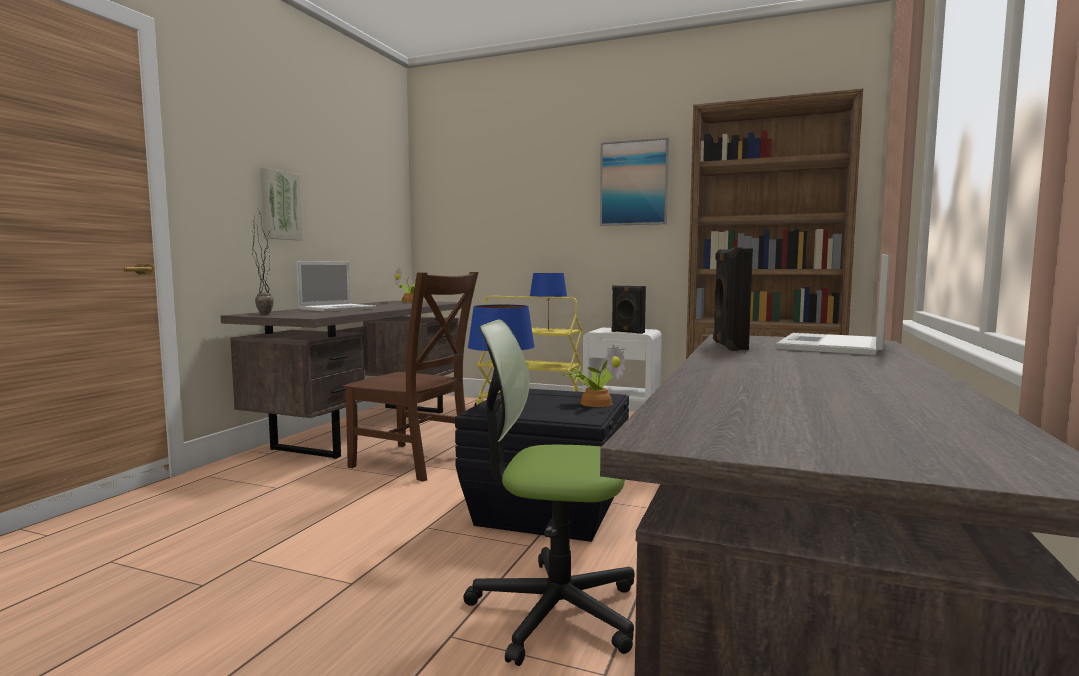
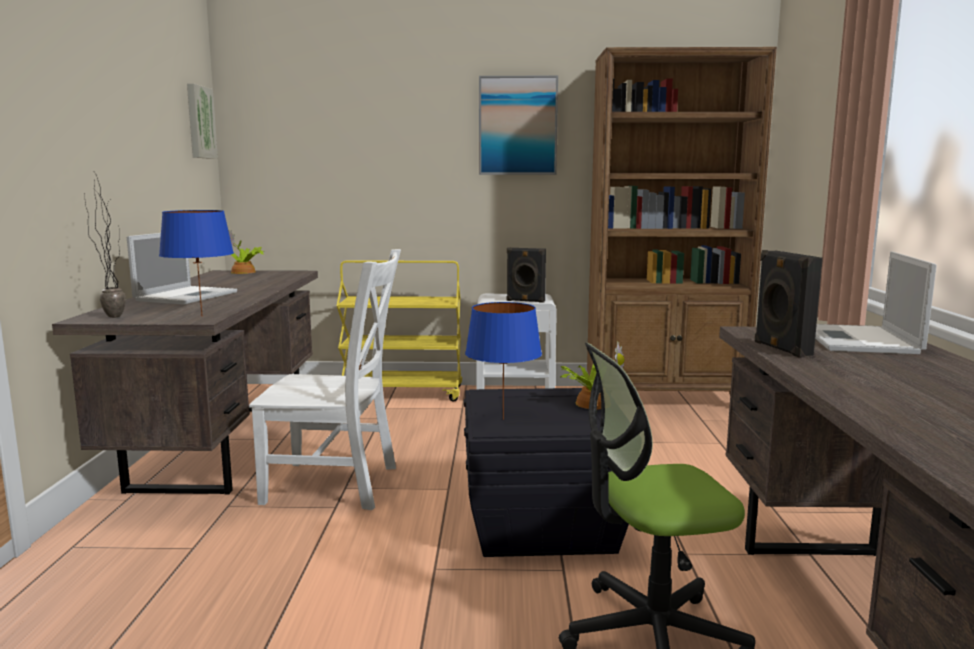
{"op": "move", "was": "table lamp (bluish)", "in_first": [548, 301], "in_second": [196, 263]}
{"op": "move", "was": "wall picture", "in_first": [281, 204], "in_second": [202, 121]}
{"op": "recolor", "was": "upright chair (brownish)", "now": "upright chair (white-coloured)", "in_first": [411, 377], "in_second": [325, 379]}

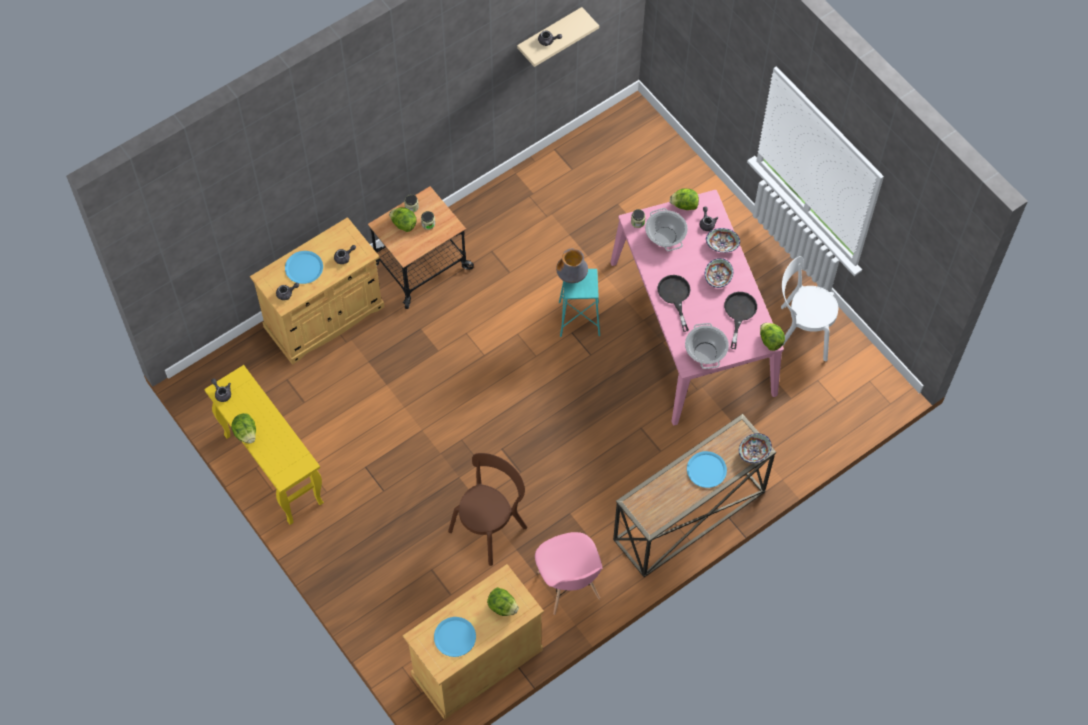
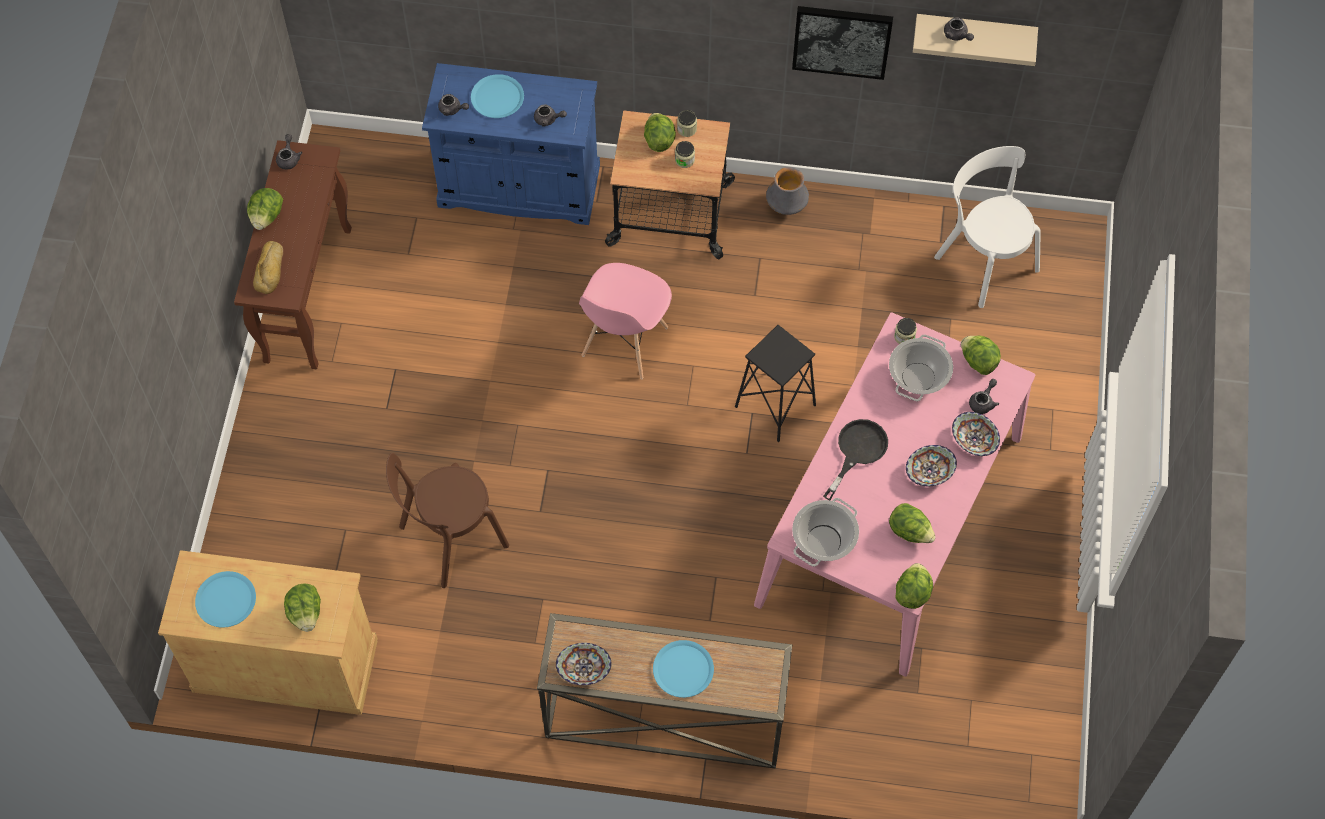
{"op": "recolor", "was": "console table (yellowish)", "now": "console table (brownish)", "in_first": [264, 445], "in_second": [293, 254]}
{"op": "insert", "now": "bread", "in_second": [268, 267]}
{"op": "rotate", "was": "upright chair (brownish)", "in_first": [488, 509], "in_second": [447, 520], "clockwise": 150}
{"op": "recolor", "was": "cabinet (sand-coloured)", "now": "cabinet (bluish)", "in_first": [317, 291], "in_second": [511, 144]}
{"op": "move", "was": "deep dish", "in_first": [755, 448], "in_second": [584, 664]}
{"op": "move", "was": "upright chair (pink-coloured)", "in_first": [568, 573], "in_second": [625, 321]}
{"op": "recolor", "was": "stool seat (turquoise-coloured)", "now": "stool seat (black)", "in_first": [579, 303], "in_second": [775, 383]}
{"op": "move", "was": "decorative vase", "in_first": [572, 265], "in_second": [787, 191]}
{"op": "insert", "now": "wall picture", "in_second": [842, 43]}
{"op": "replace", "was": "pan (black)", "now": "lettuce head", "in_first": [740, 320], "in_second": [912, 523]}
{"op": "move", "was": "upright chair (white-coloured)", "in_first": [809, 308], "in_second": [987, 227]}

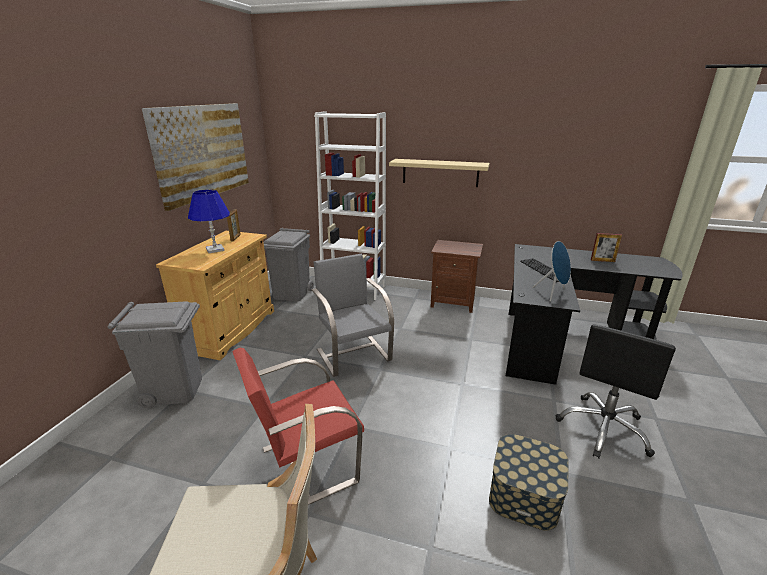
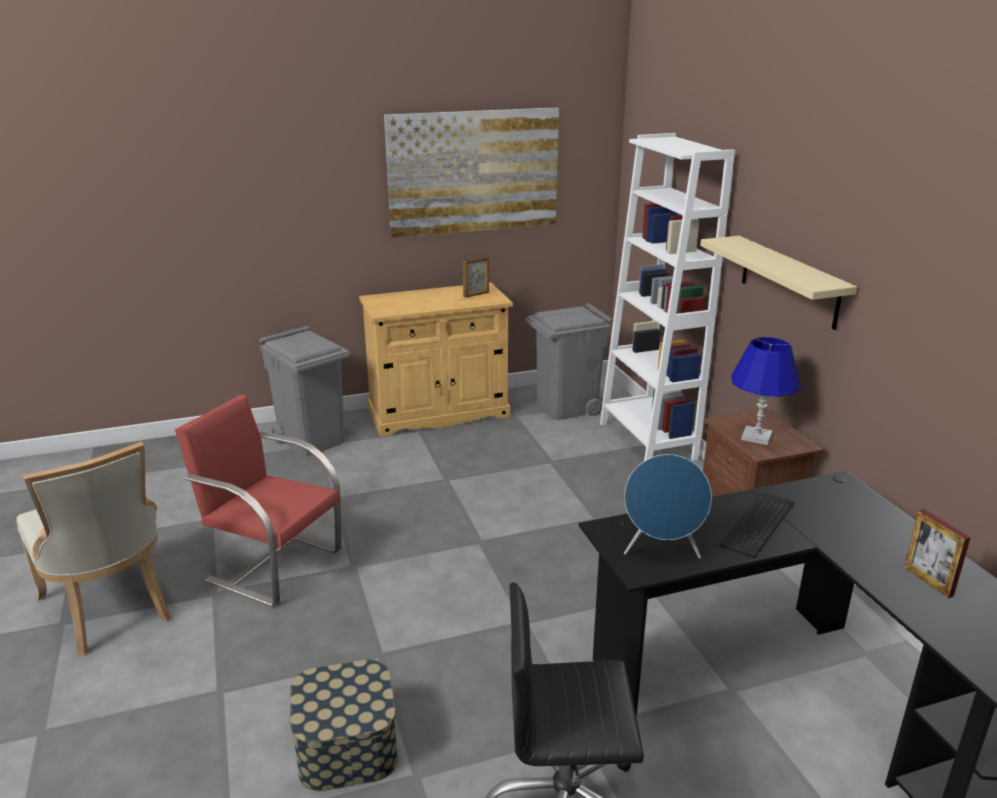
{"op": "move", "was": "table lamp (bluish)", "in_first": [209, 221], "in_second": [766, 391]}
{"op": "delete", "was": "upright chair (gray)", "in_first": [353, 315]}

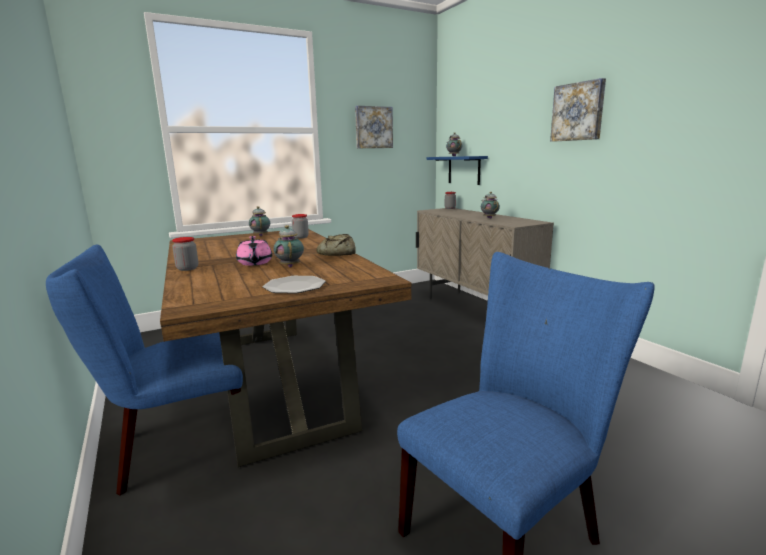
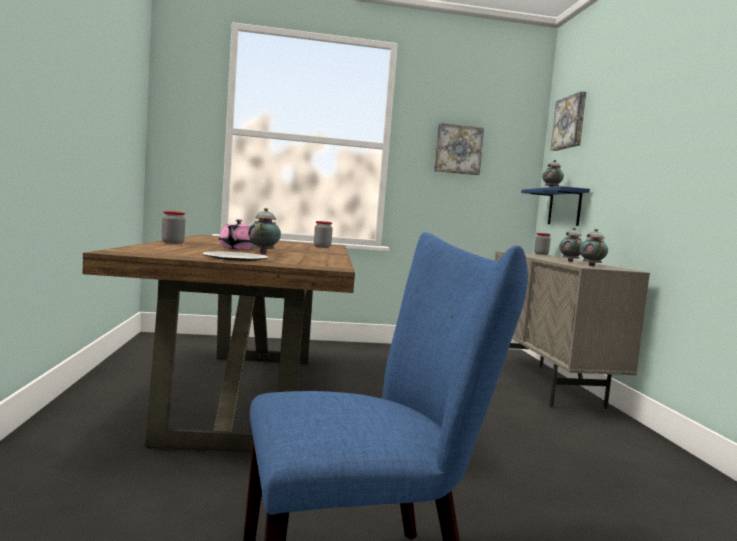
{"op": "move", "was": "wall picture", "in_first": [578, 110], "in_second": [568, 121]}
{"op": "move", "was": "pot for tea", "in_first": [259, 221], "in_second": [593, 247]}
{"op": "delete", "was": "upright chair (bluish)", "in_first": [144, 370]}
{"op": "delete", "was": "bread", "in_first": [336, 245]}

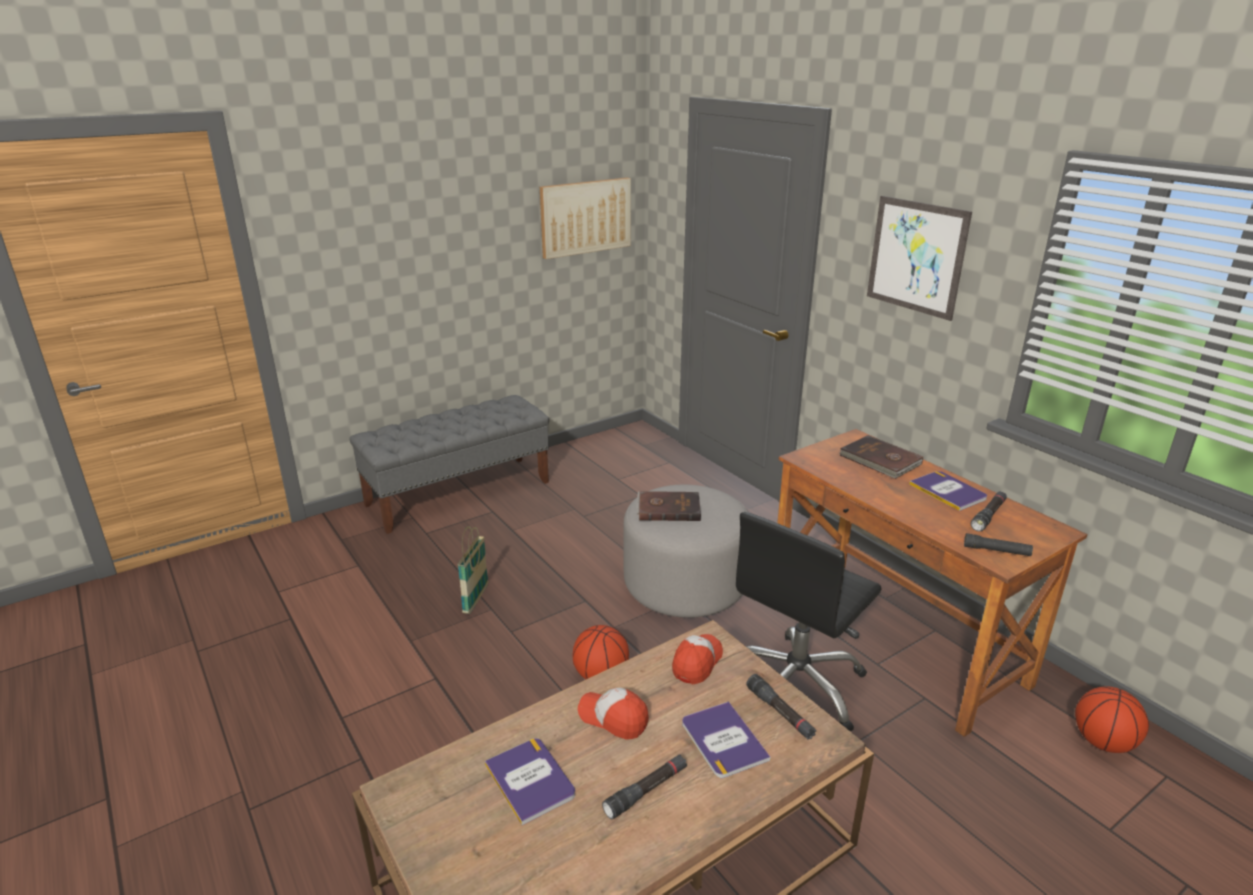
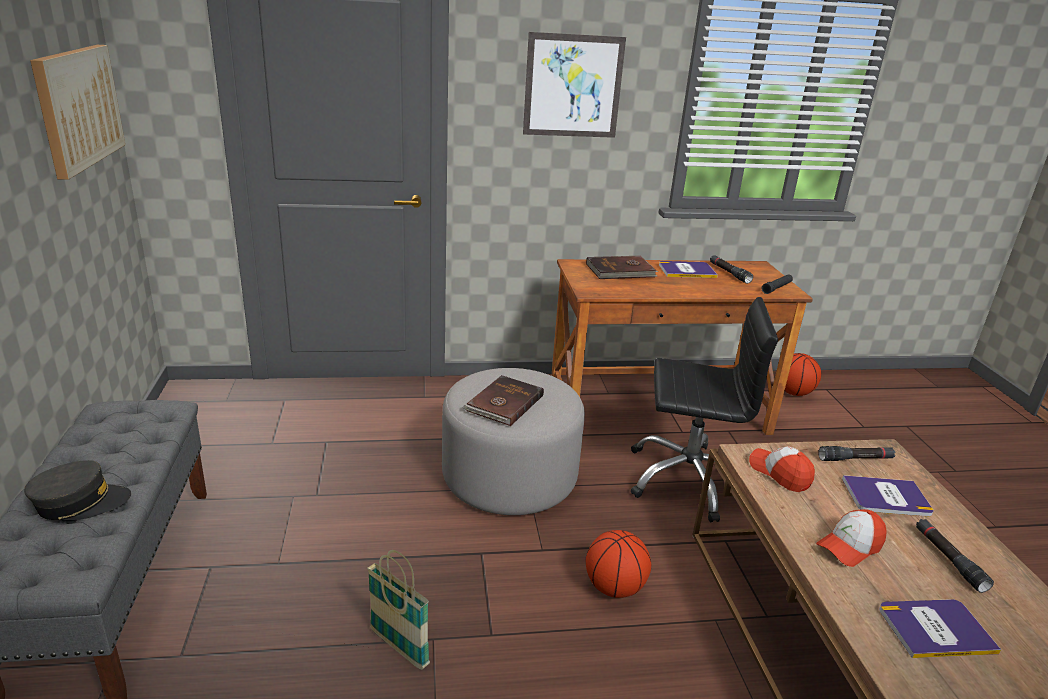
{"op": "insert", "now": "baseball cap (gray)", "in_second": [77, 490]}
{"op": "rotate", "was": "computer chair (black)", "in_first": [809, 621], "in_second": [704, 409], "clockwise": -60}

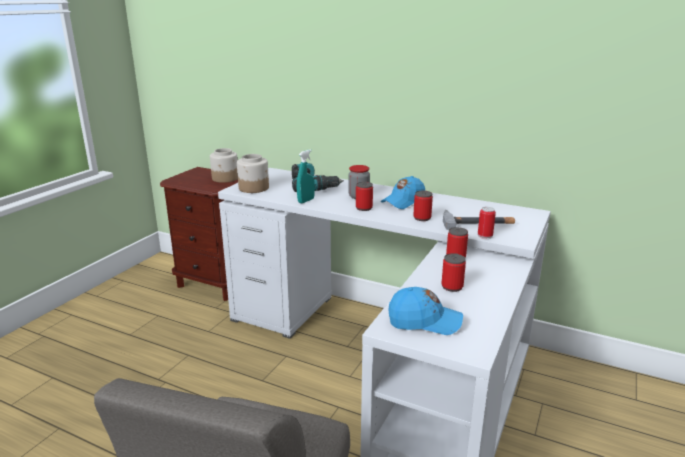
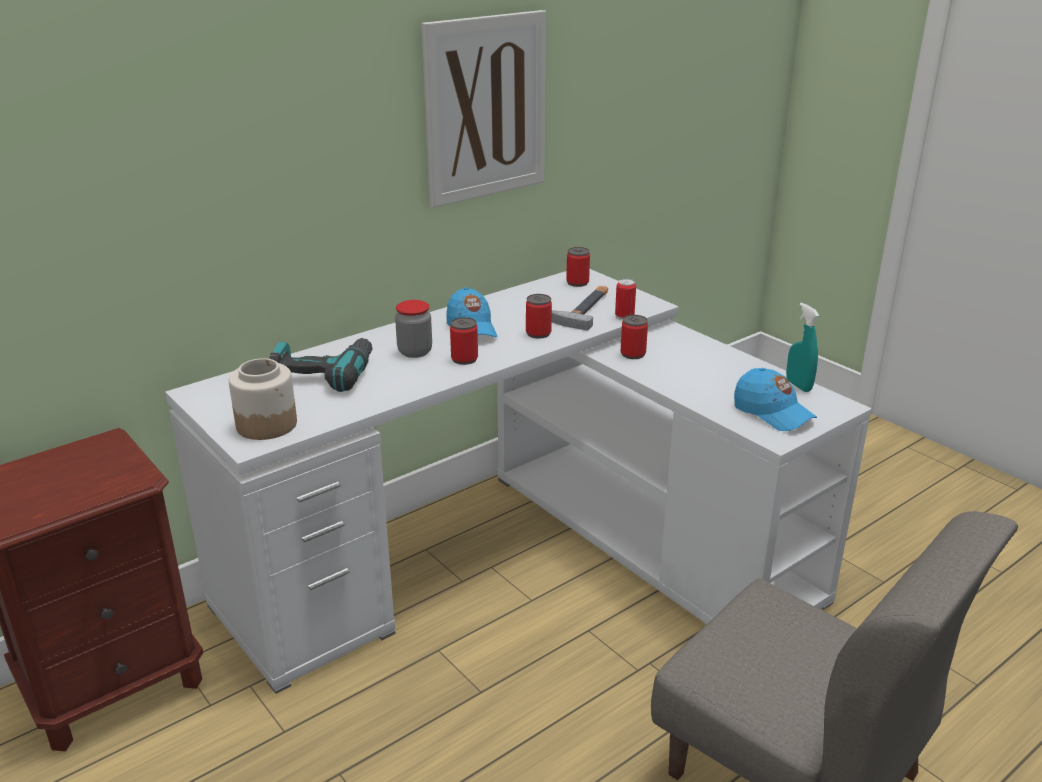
{"op": "insert", "now": "wall picture", "in_second": [484, 109]}
{"op": "move", "was": "sealed can", "in_first": [453, 272], "in_second": [578, 267]}
{"op": "rotate", "was": "baseball cap (bluish)", "in_first": [425, 311], "in_second": [775, 399], "clockwise": 105}
{"op": "move", "was": "spray bottle (turquoise-coloured)", "in_first": [306, 176], "in_second": [803, 347]}
{"op": "delete", "was": "preserve jar", "in_first": [224, 165]}

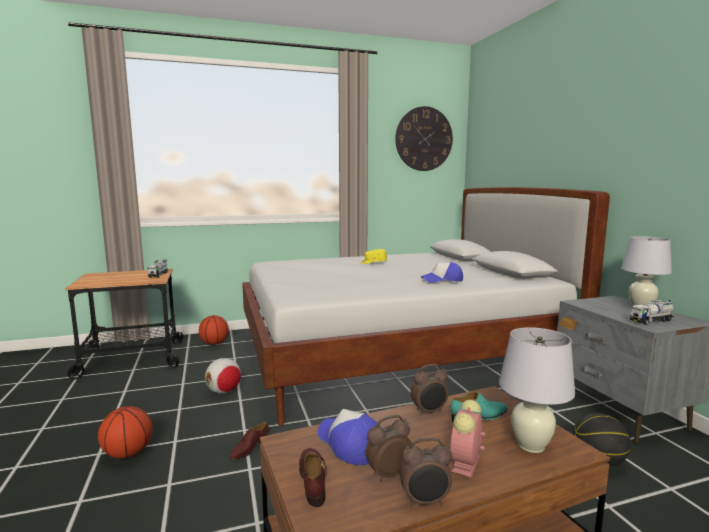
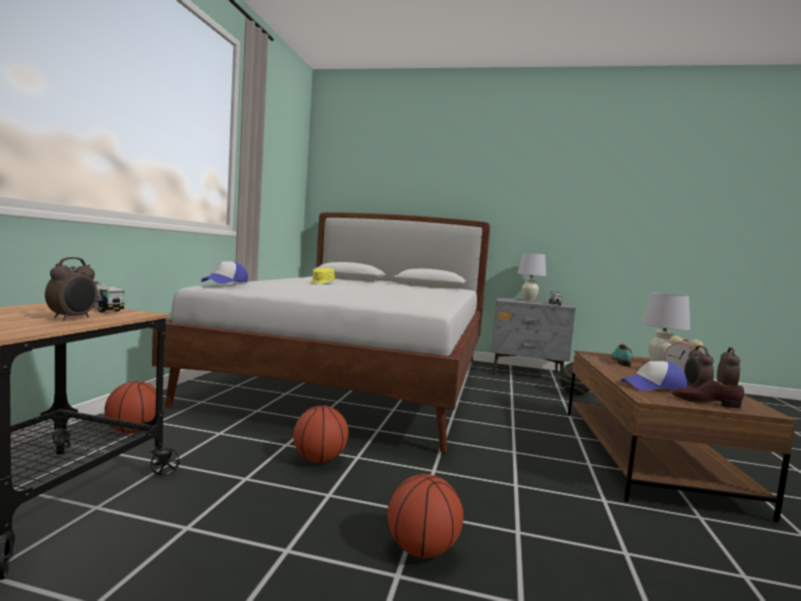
{"op": "move", "was": "bedside clock", "in_first": [429, 390], "in_second": [71, 288]}
{"op": "move", "was": "baseball cap", "in_first": [442, 272], "in_second": [224, 272]}
{"op": "replace", "was": "football", "now": "basketball ball", "in_first": [223, 376], "in_second": [320, 434]}
{"op": "delete", "was": "item of footwear (brownish)", "in_first": [249, 440]}
{"op": "delete", "was": "clock on the wall", "in_first": [424, 138]}

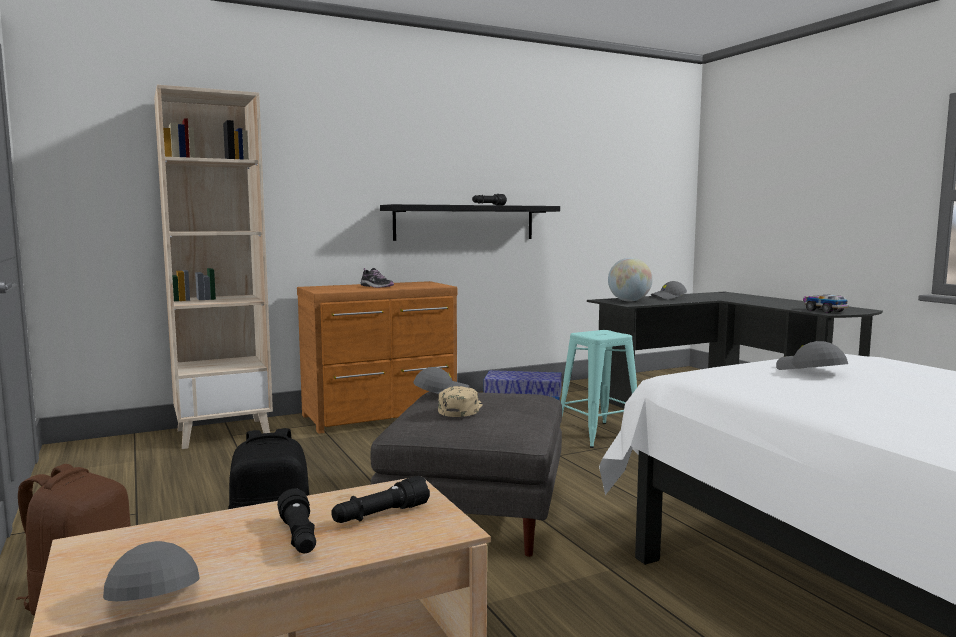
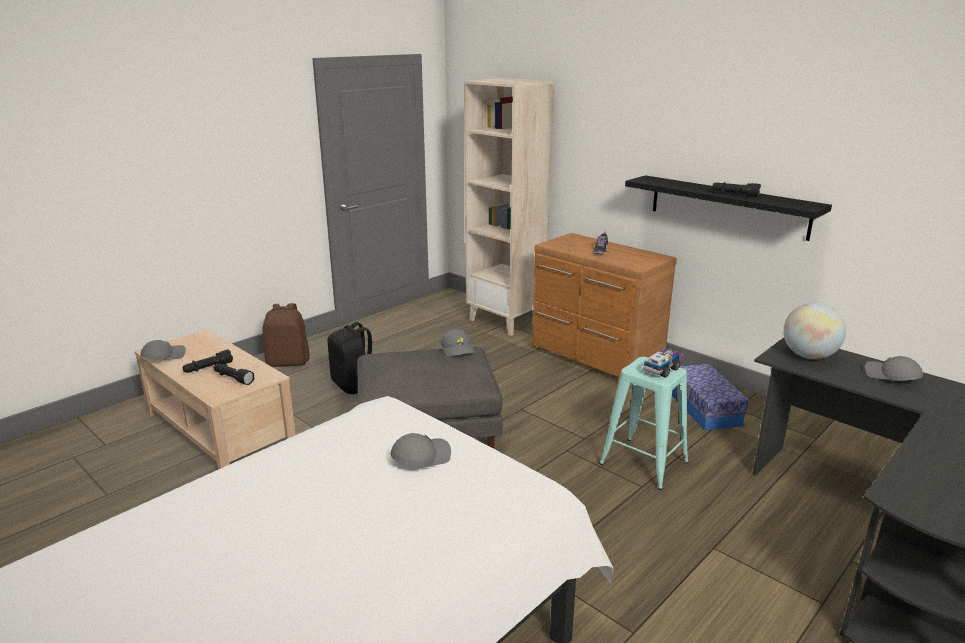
{"op": "move", "was": "toy truck", "in_first": [825, 304], "in_second": [663, 363]}
{"op": "delete", "was": "baseball cap (sand-coloured)", "in_first": [460, 401]}

